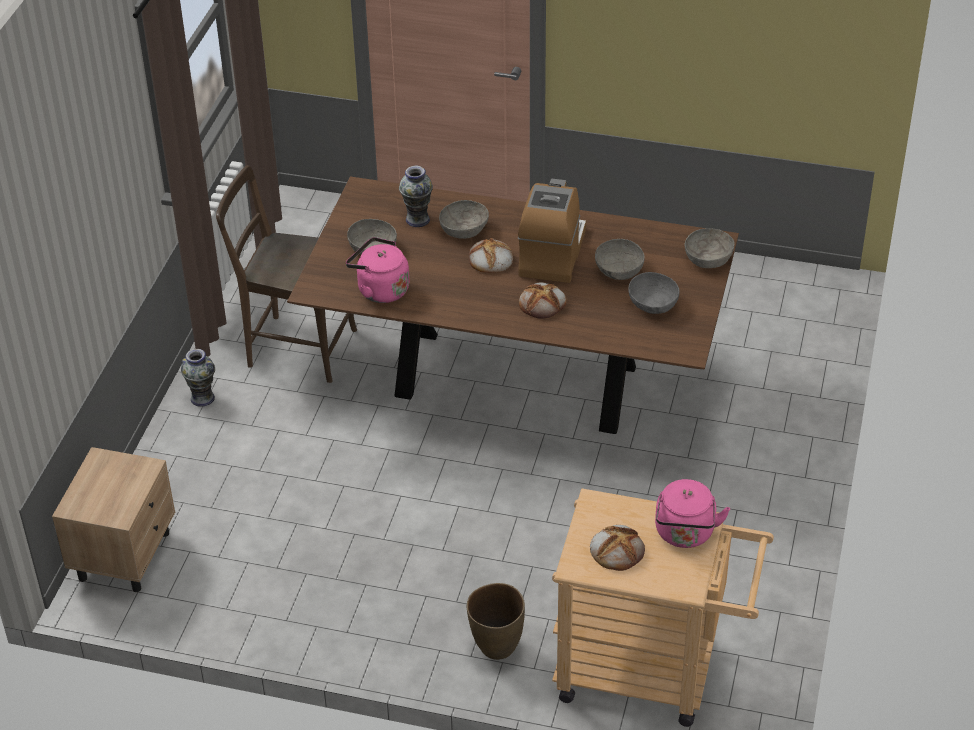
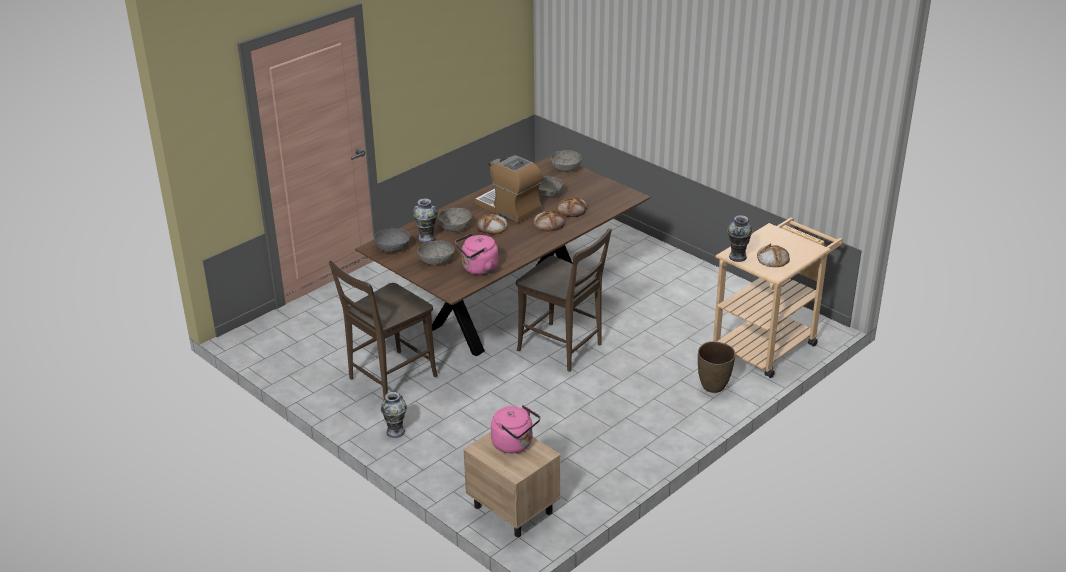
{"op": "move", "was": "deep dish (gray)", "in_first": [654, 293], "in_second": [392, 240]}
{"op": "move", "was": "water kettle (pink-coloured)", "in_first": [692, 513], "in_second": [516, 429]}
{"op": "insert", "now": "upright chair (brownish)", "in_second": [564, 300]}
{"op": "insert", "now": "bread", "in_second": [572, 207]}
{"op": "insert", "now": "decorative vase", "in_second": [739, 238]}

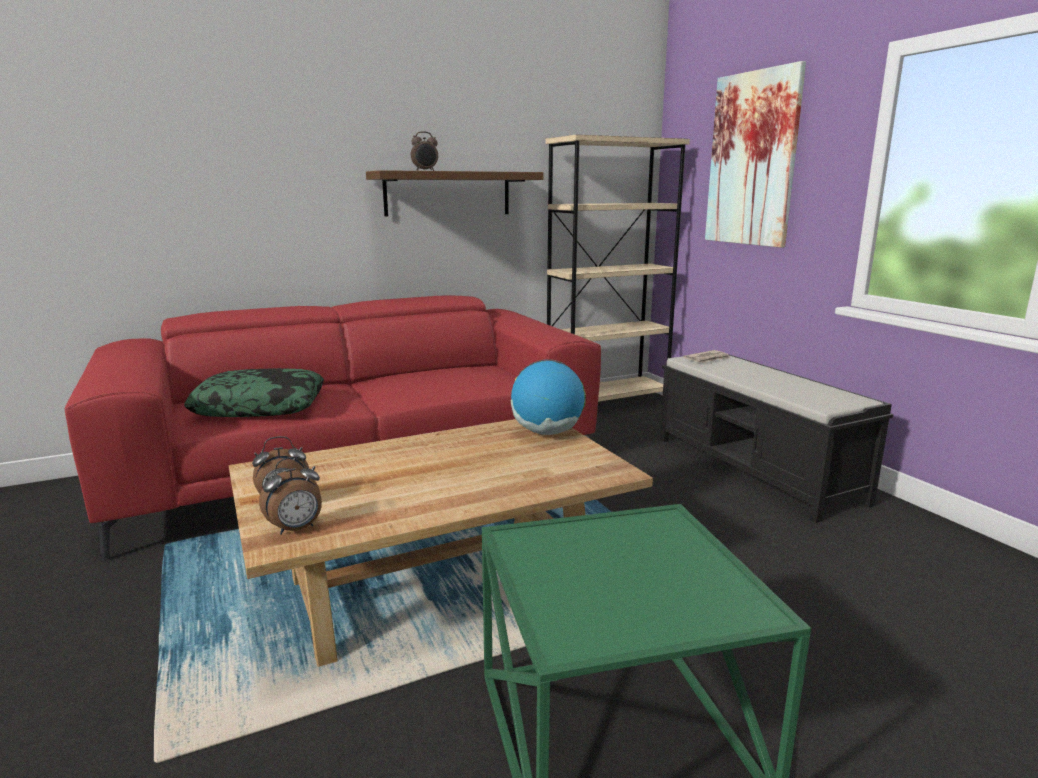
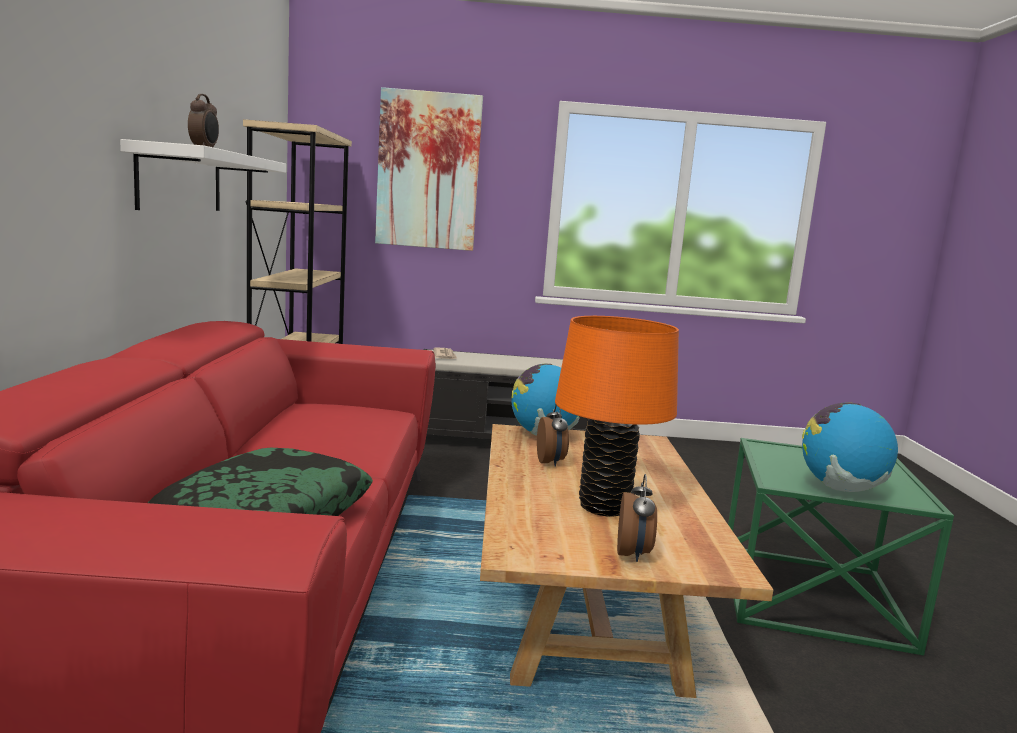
{"op": "recolor", "was": "shelf (brownish)", "now": "shelf (white-coloured)", "in_first": [454, 193], "in_second": [203, 175]}
{"op": "move", "was": "bedside clock", "in_first": [290, 495], "in_second": [553, 436]}
{"op": "insert", "now": "table lamp (orange)", "in_second": [617, 416]}
{"op": "insert", "now": "desk globe", "in_second": [850, 447]}

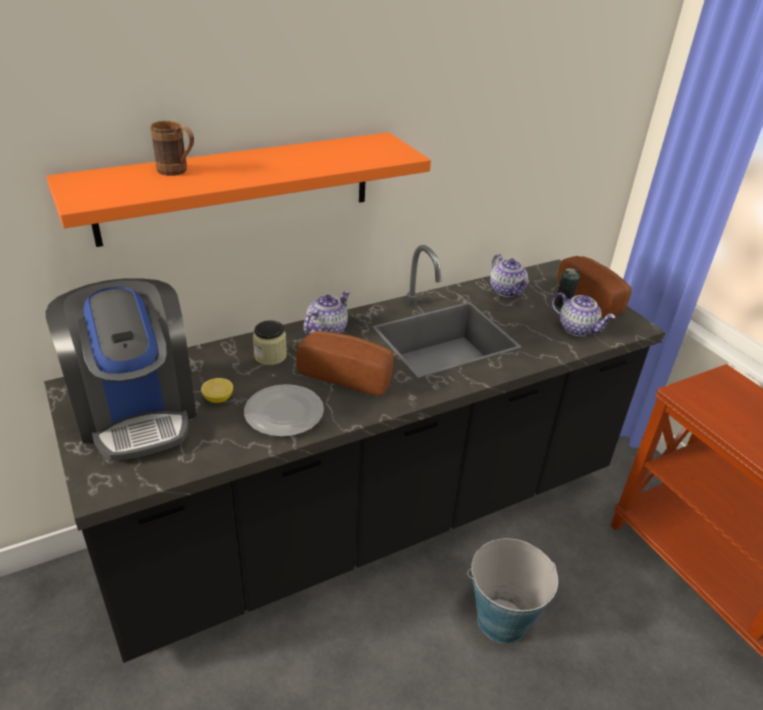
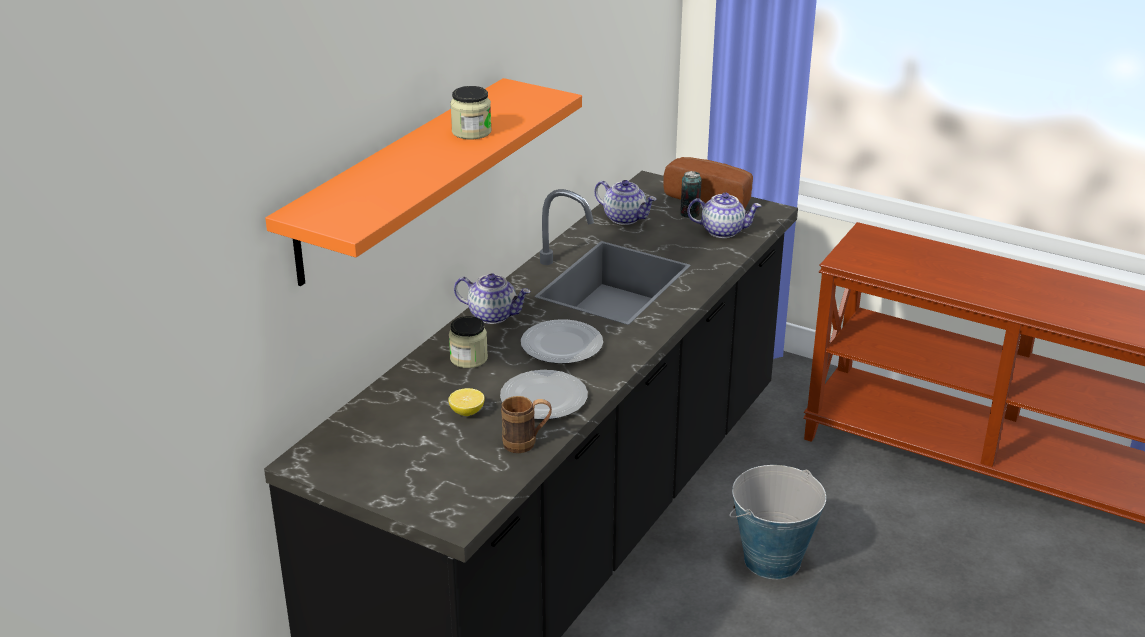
{"op": "insert", "now": "preserve jar", "in_second": [471, 112]}
{"op": "rotate", "was": "pot for tea", "in_first": [326, 313], "in_second": [492, 298], "clockwise": 105}
{"op": "move", "was": "mug (brownish)", "in_first": [172, 148], "in_second": [526, 424]}
{"op": "replace", "was": "bread", "now": "plate", "in_first": [345, 363], "in_second": [562, 341]}
{"op": "delete", "was": "coffee maker", "in_first": [121, 369]}

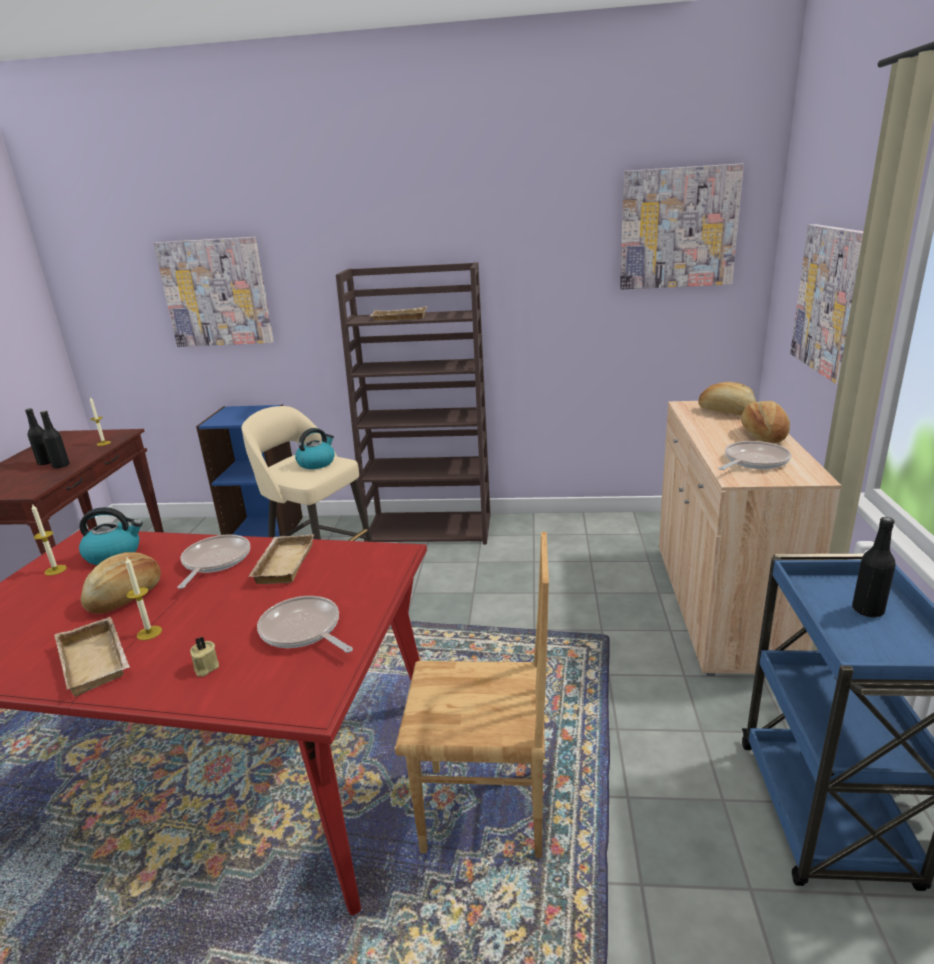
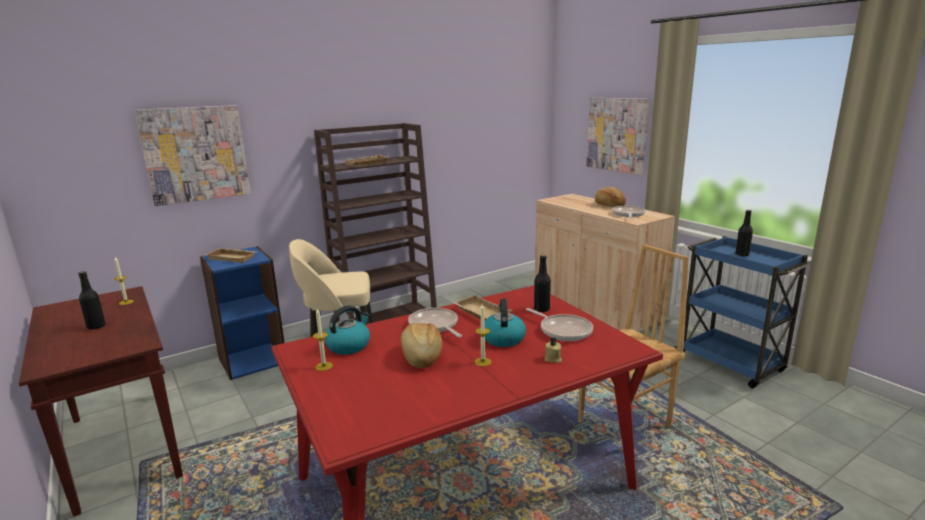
{"op": "move", "was": "carrying tray (sand-coloured)", "in_first": [91, 657], "in_second": [230, 255]}
{"op": "move", "was": "water kettle", "in_first": [315, 448], "in_second": [505, 323]}
{"op": "rotate", "was": "pan", "in_first": [305, 624], "in_second": [559, 324], "clockwise": -135}
{"op": "move", "was": "beverage bottle (black)", "in_first": [55, 439], "in_second": [542, 283]}
{"op": "delete", "was": "wall picture", "in_first": [682, 226]}
{"op": "delete", "was": "bread", "in_first": [727, 398]}

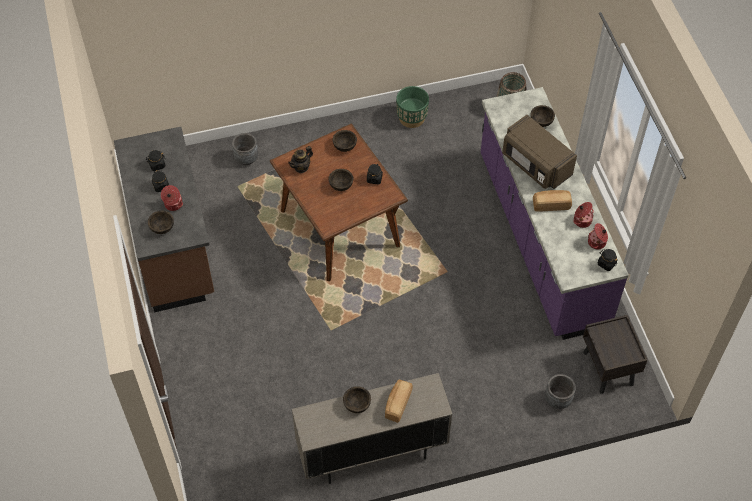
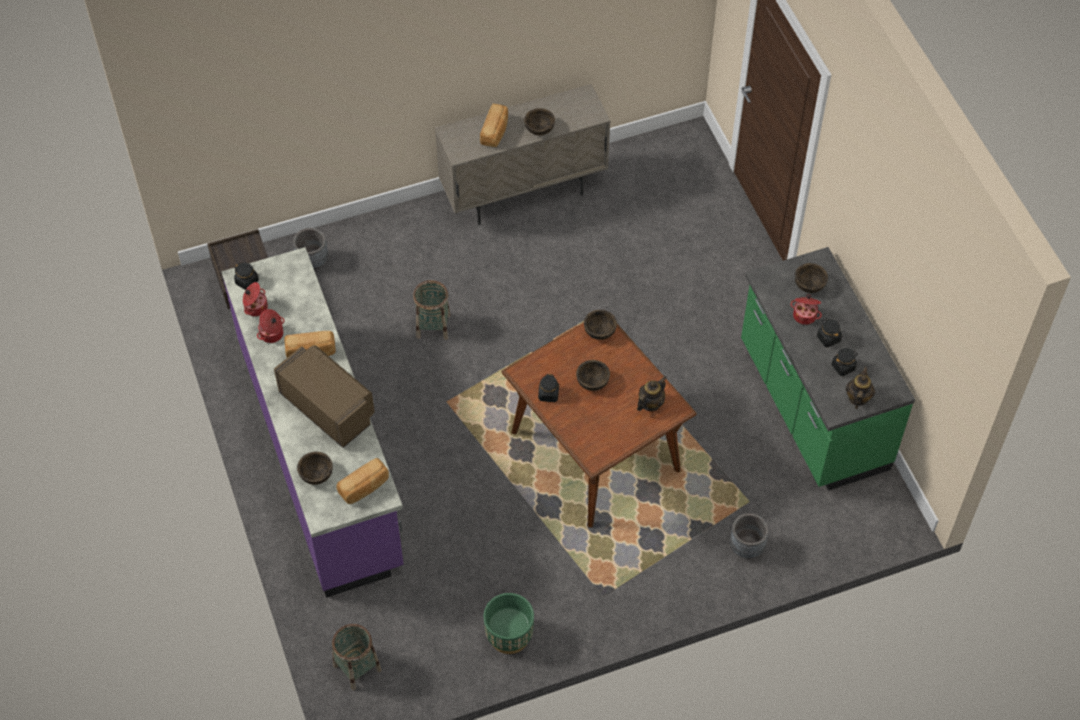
{"op": "insert", "now": "bread", "in_second": [363, 481]}
{"op": "insert", "now": "household basket", "in_second": [431, 310]}
{"op": "move", "was": "deep dish (brownish)", "in_first": [345, 141], "in_second": [600, 325]}
{"op": "recolor", "was": "kitchen base unit (brownish)", "now": "kitchen base unit (greenish)", "in_first": [164, 219], "in_second": [828, 369]}
{"op": "insert", "now": "pot for tea", "in_second": [860, 387]}

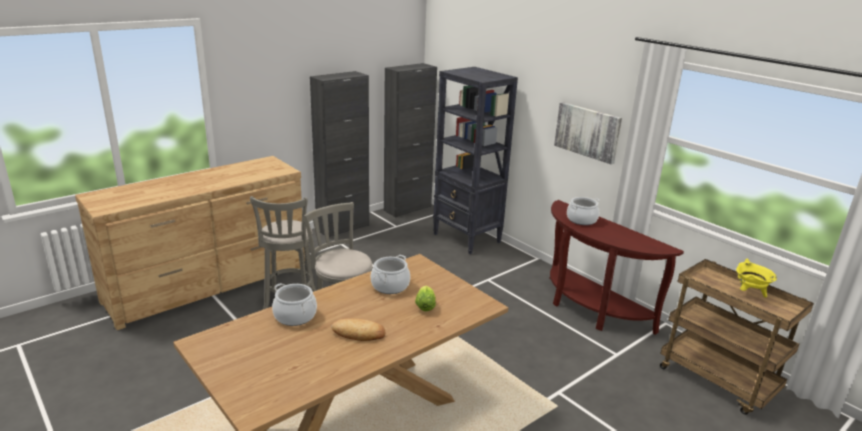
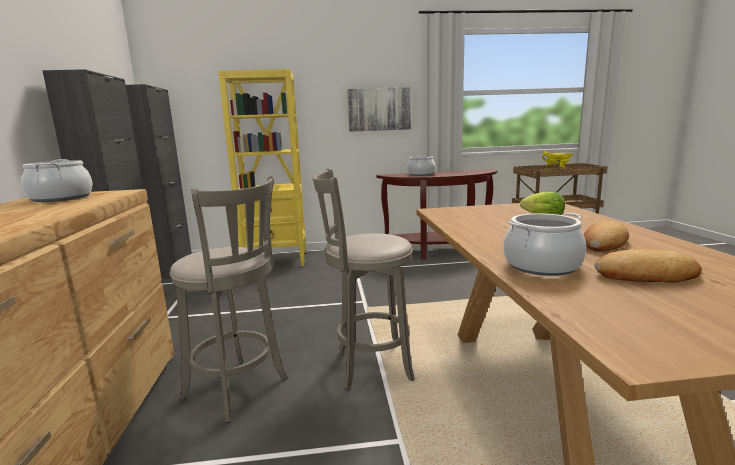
{"op": "move", "was": "cooking pot", "in_first": [390, 274], "in_second": [57, 180]}
{"op": "recolor", "was": "bookshelf (black)", "now": "bookshelf (yellowish)", "in_first": [475, 160], "in_second": [262, 167]}
{"op": "insert", "now": "bread", "in_second": [648, 265]}

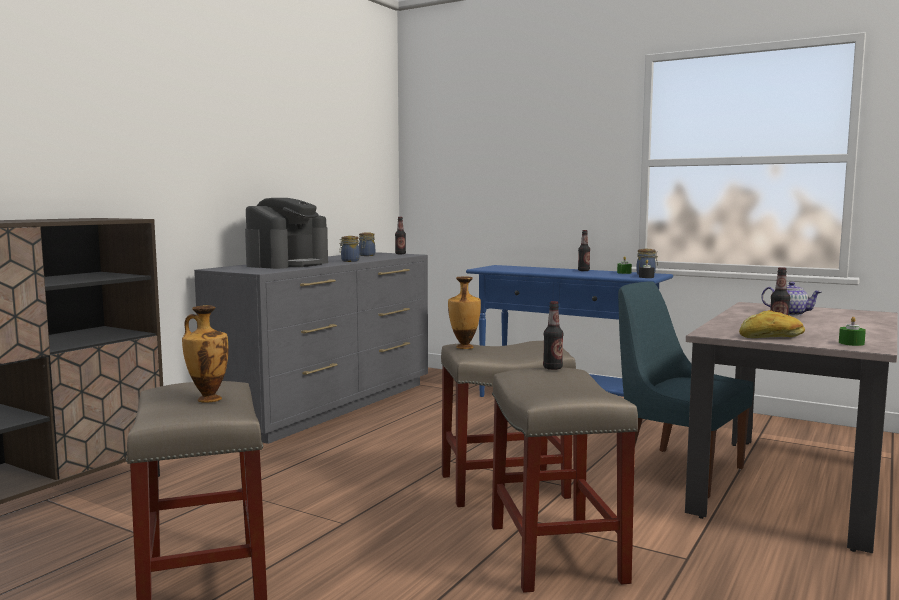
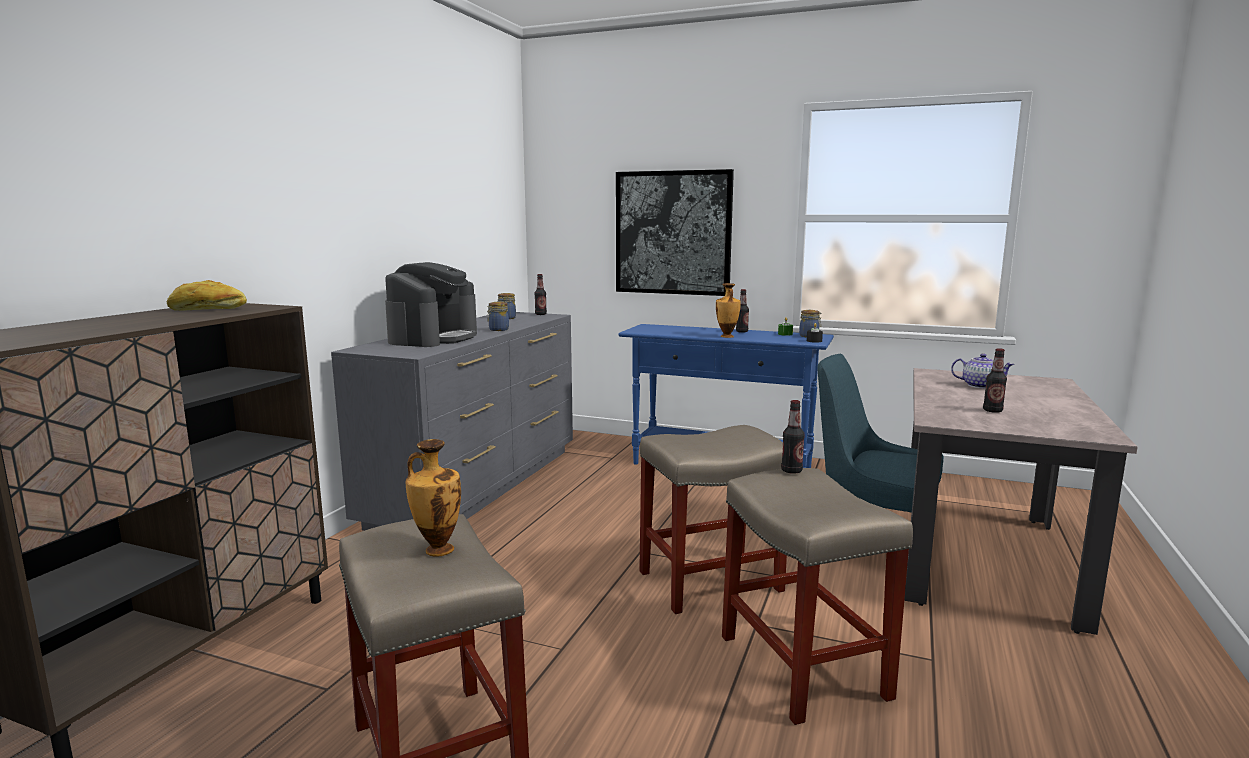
{"op": "move", "was": "bread", "in_first": [772, 324], "in_second": [207, 295]}
{"op": "insert", "now": "wall picture", "in_second": [675, 232]}
{"op": "move", "was": "decorative vase", "in_first": [464, 312], "in_second": [728, 310]}
{"op": "delete", "was": "wax light (greenish)", "in_first": [852, 331]}

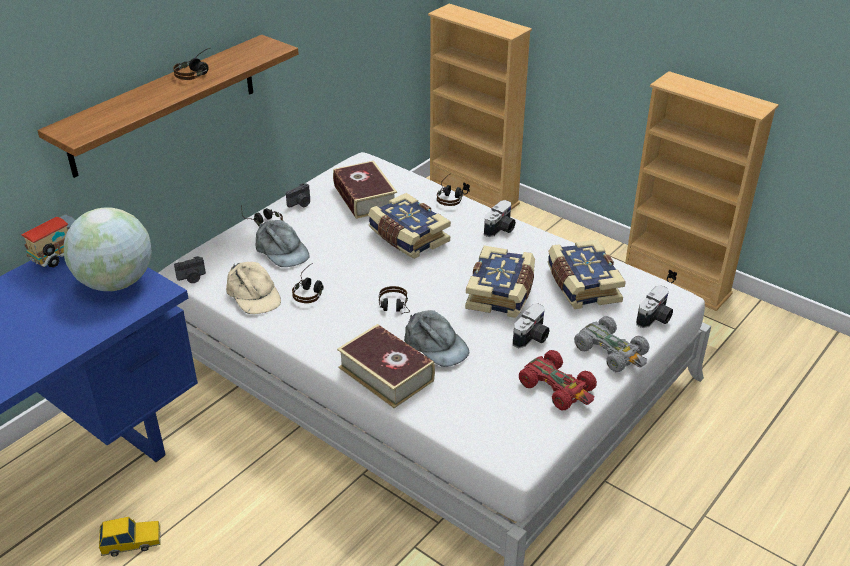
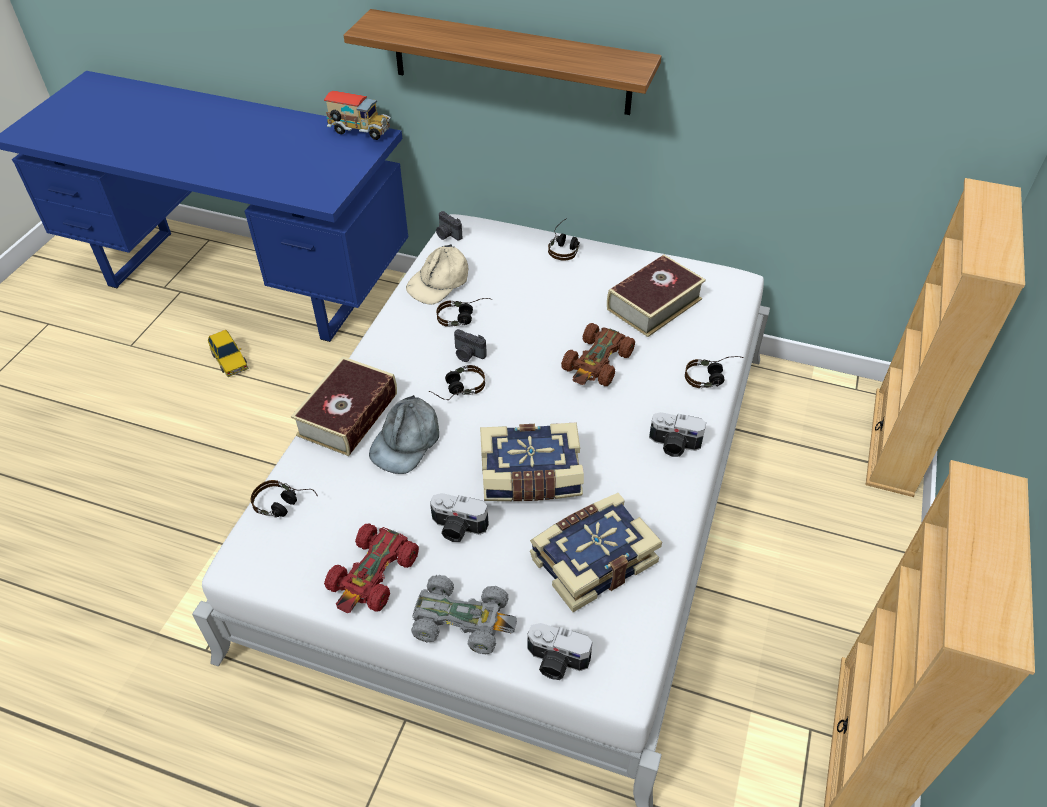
{"op": "move", "was": "headset", "in_first": [191, 64], "in_second": [284, 499]}
{"op": "rotate", "was": "toy car (gray)", "in_first": [612, 344], "in_second": [464, 614], "clockwise": -105}
{"op": "move", "was": "still camera", "in_first": [298, 195], "in_second": [470, 345]}
{"op": "replace", "was": "volume", "now": "toy car (brownish)", "in_first": [409, 226], "in_second": [598, 354]}
{"op": "delete", "was": "desk globe", "in_first": [108, 249]}
{"op": "delete", "was": "baseball cap (gray)", "in_first": [282, 243]}

